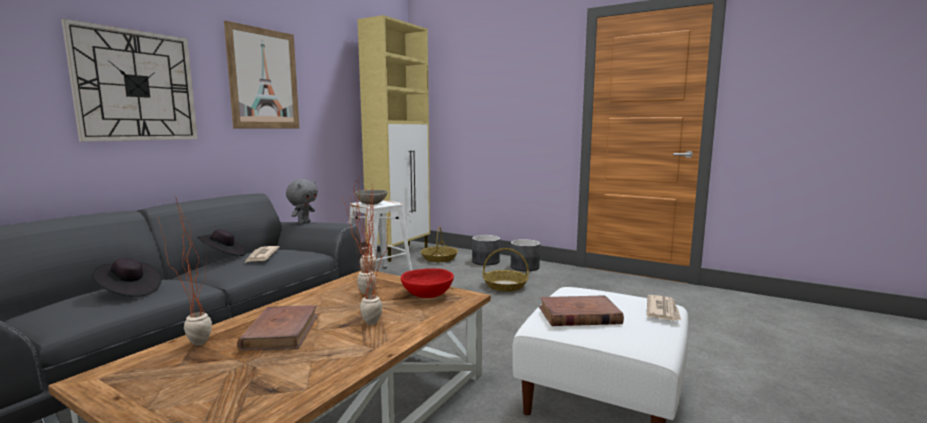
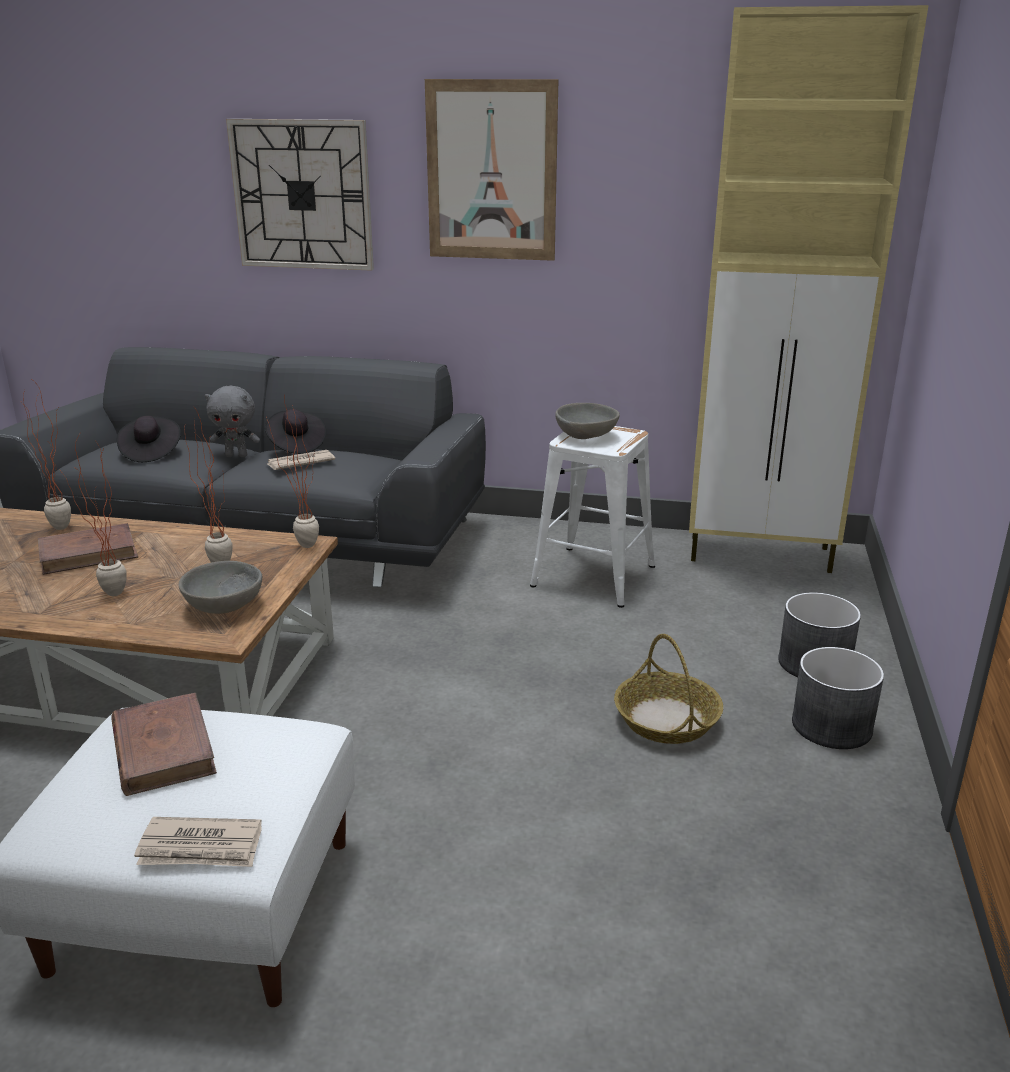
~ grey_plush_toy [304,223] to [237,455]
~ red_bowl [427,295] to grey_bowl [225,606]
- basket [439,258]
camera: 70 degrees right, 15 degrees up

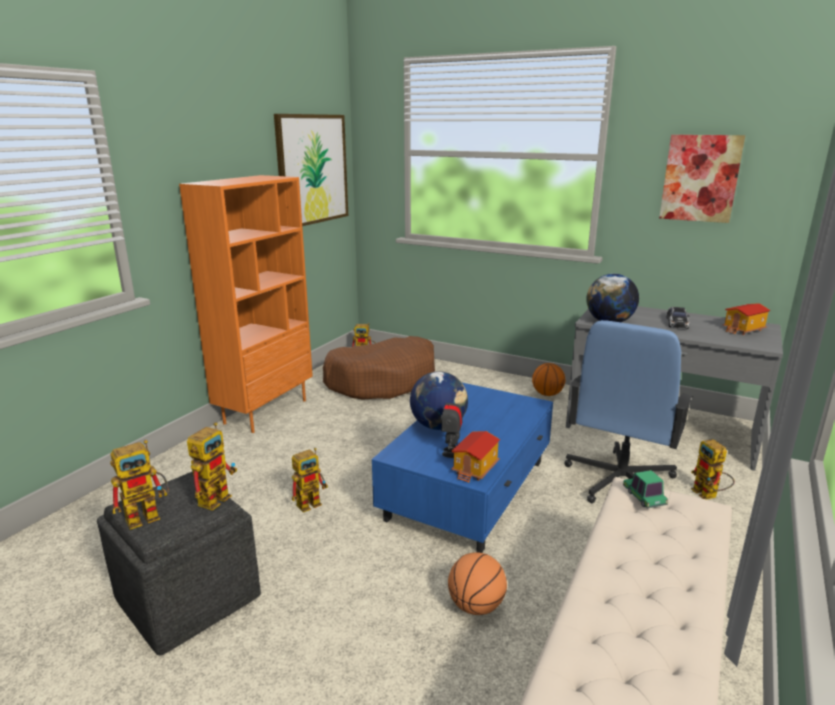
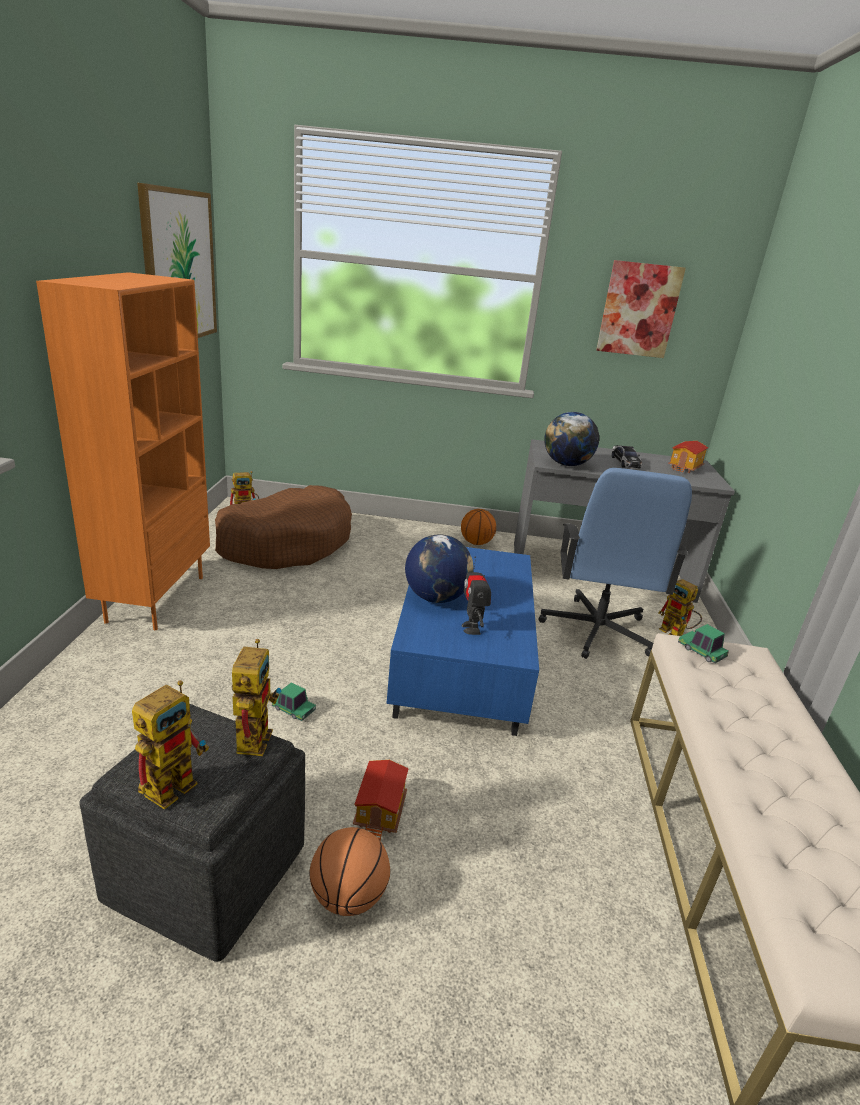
~ toy_robot [312,502] to toy_car [293,710]
~ basketball [476,606] to [348,897]
~ toy_house [476,469] to [381,812]
camera: 25 degrees left, 5 degrees up

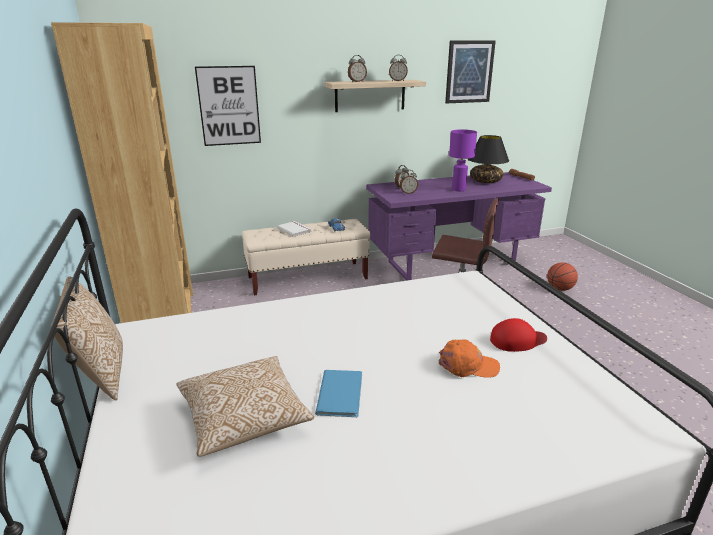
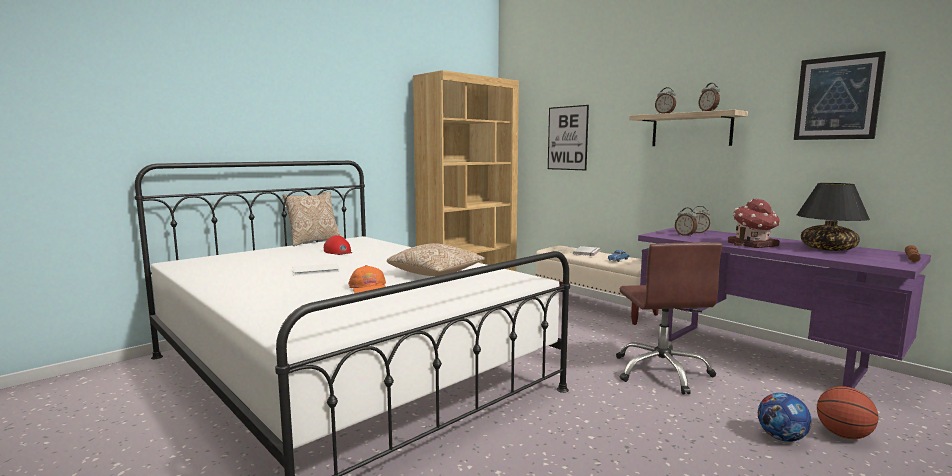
~ pillow [244,418] to [436,274]
~ blue_book [342,393] to white_book [317,270]
~ purple_table_lamp [459,189] to toy_house [753,244]
~ red_cap [517,340] to [338,251]
+ football [781,438]
camera: 65 degrees right, 15 degrees down

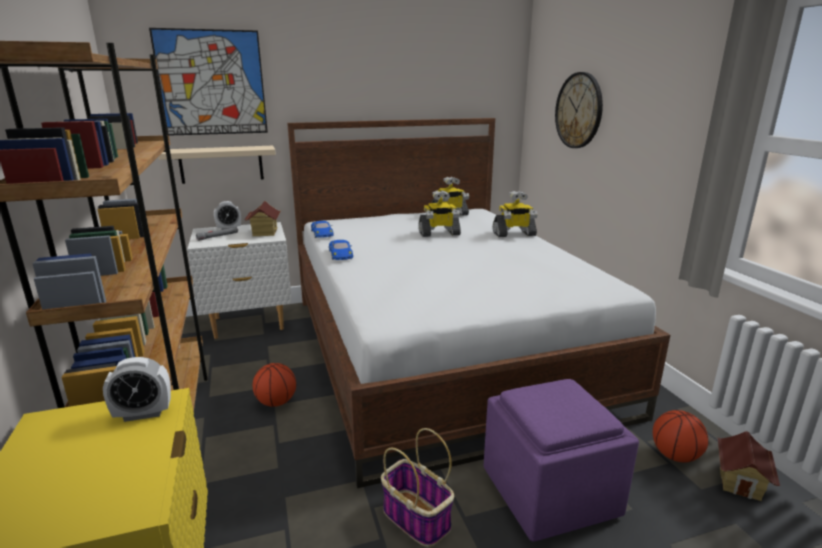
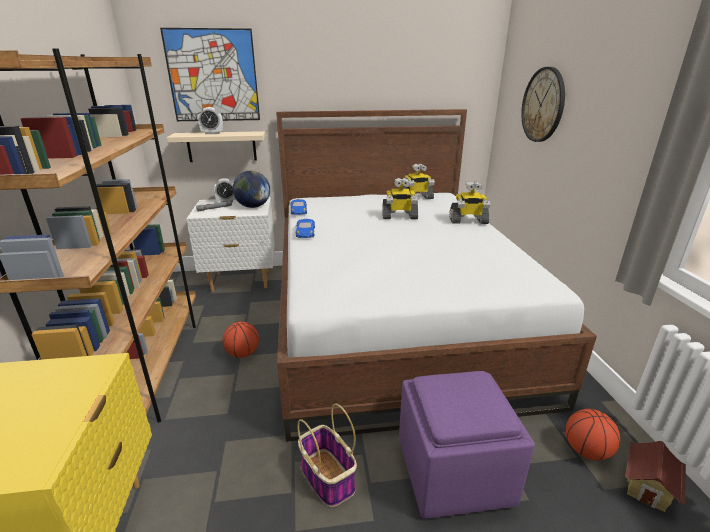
~ alarm_clock [143,414] to [212,133]
~ toy_house [264,232] to globe [253,206]
camera: 10 degrees right, 5 degrees up

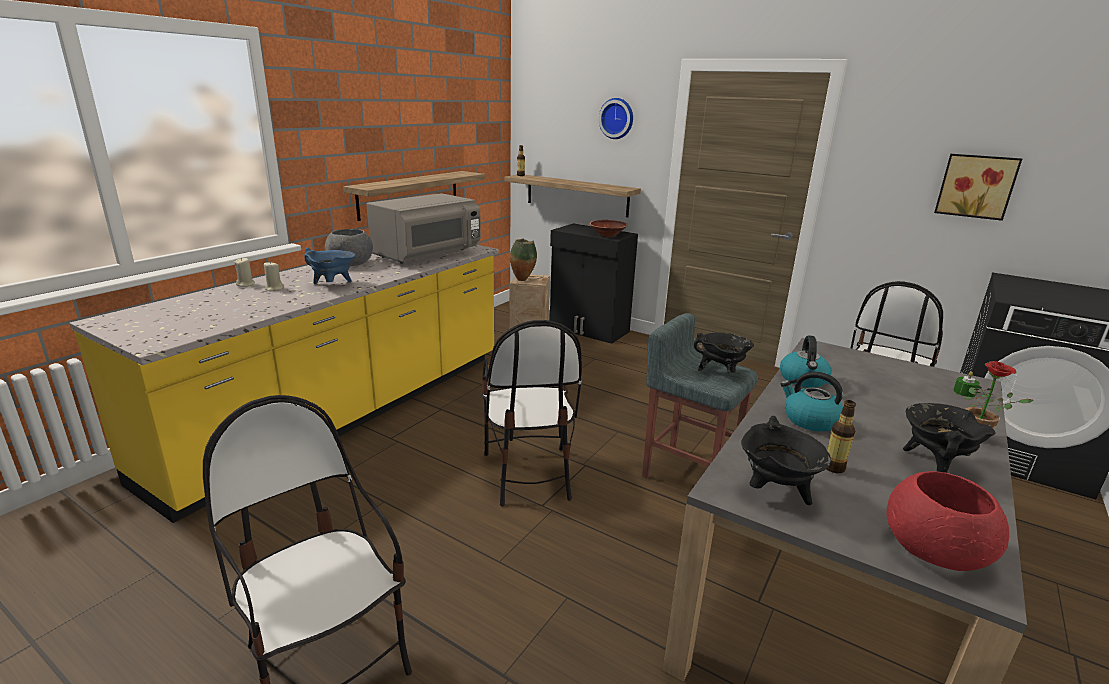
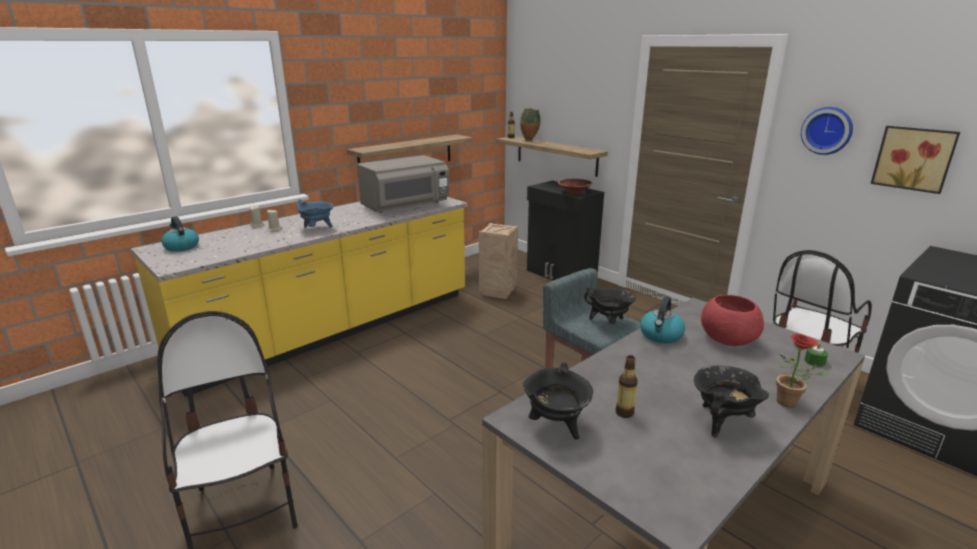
- grey_bowl [350,264]
- chair [528,474]
~ vase [523,280] to [529,140]
~ wall_clock [617,118] to [827,130]
~ kettle [809,420] to [181,247]
~ red_bowl [936,551] to [728,340]
camera: 15 degrees right, 0 degrees up

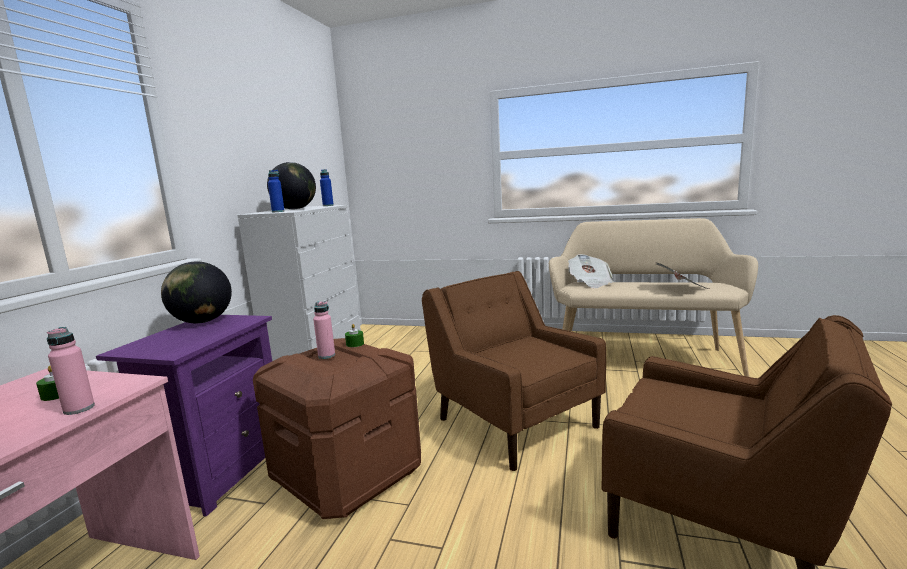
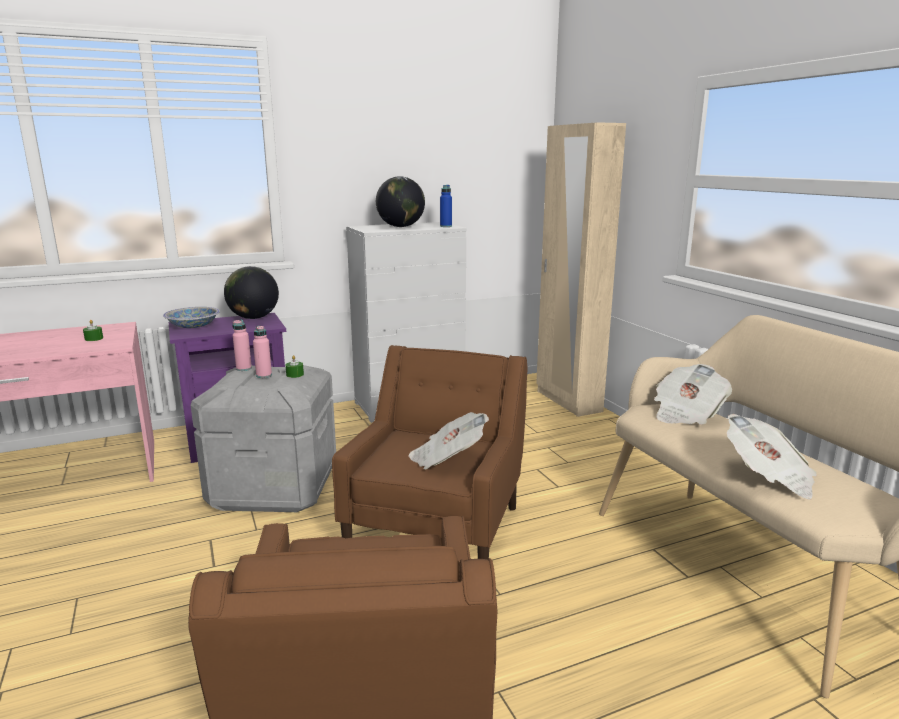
~ pink_bottle [79,409] to [244,368]
~ brown_storage_box [349,474] to grey_storage_box [275,488]
- blue_bottle [278,211]
+ bowl [193,326]
+ newspaper [447,459]
+ beige_wardrobe [568,401]
camera: 50 degrees right, 5 degrees up

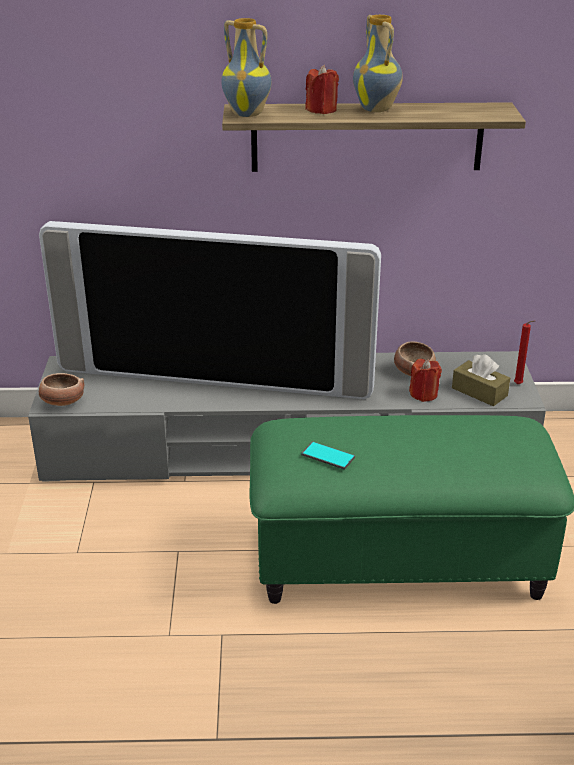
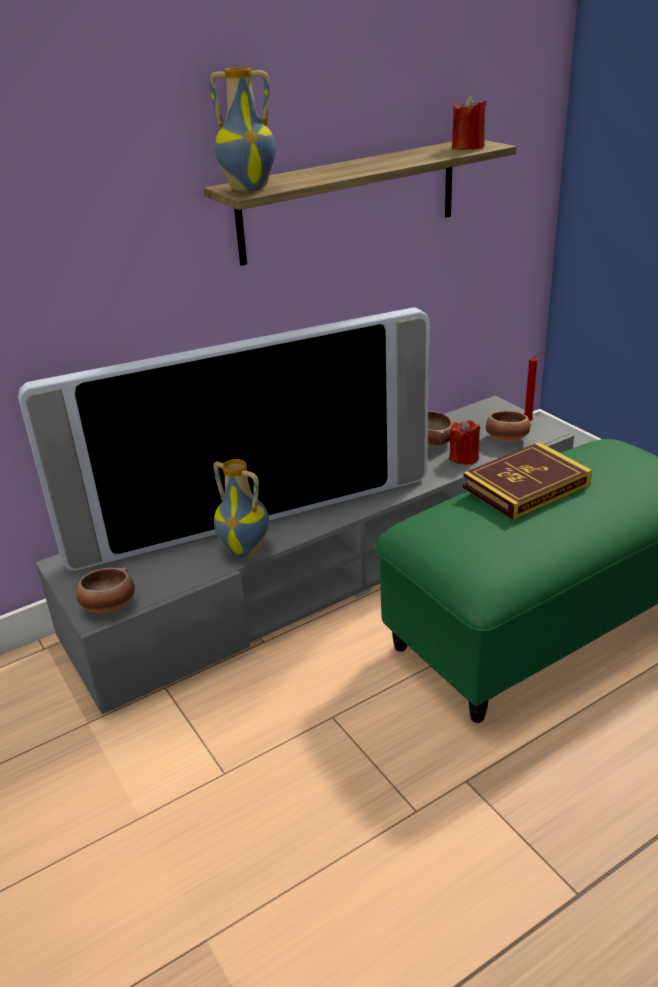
- phone [328,456]
~ red_candle [321,110] to [468,147]
~ vase [377,109] to [246,549]
~ brown_tissue_box [479,392] to bowl [506,439]
+ book [526,486]
camera: 30 degrees left, 0 degrees up

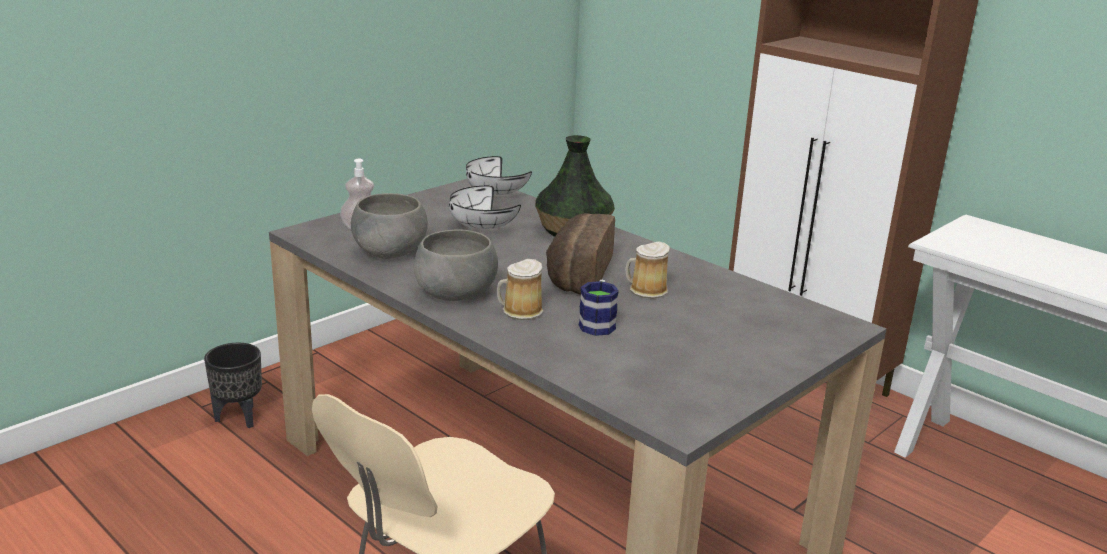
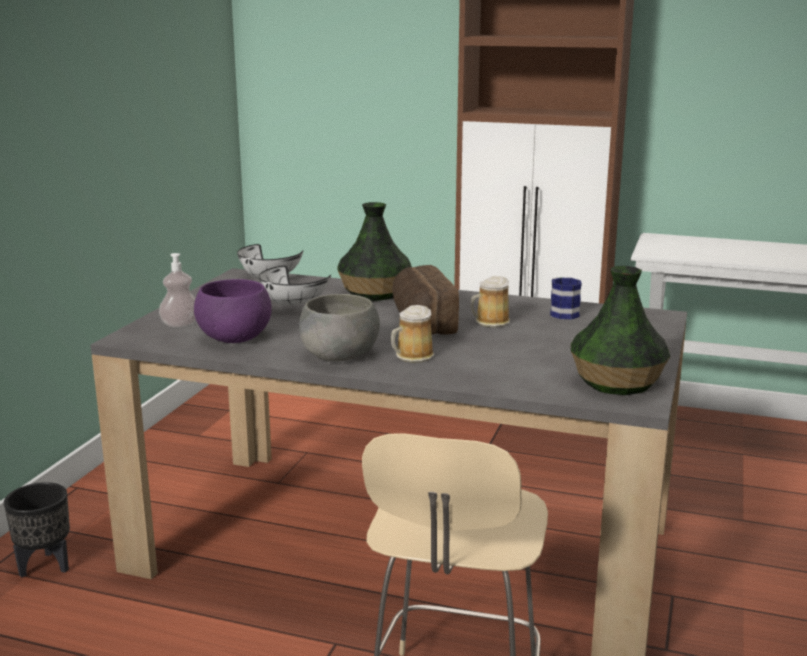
~ grey_bowl [389,251] to purple_bowl [233,337]
~ mug [598,323] to [561,312]
+ vase [616,383]
camera: 25 degrees left, 5 degrees down

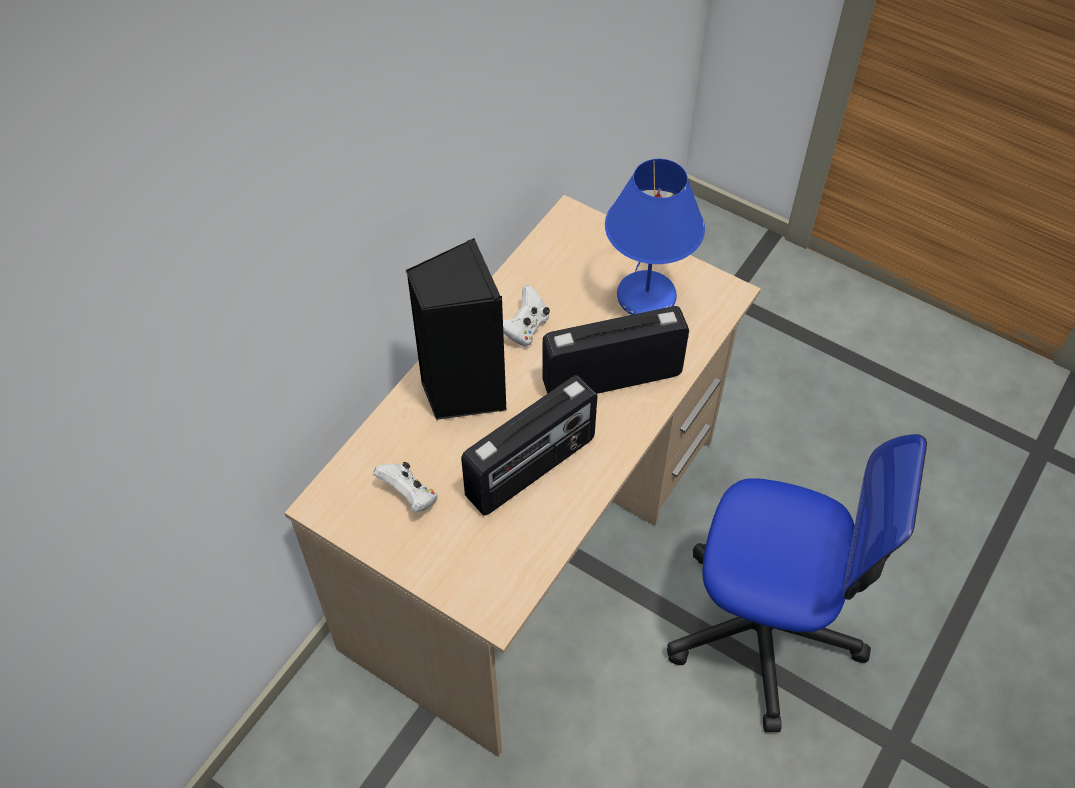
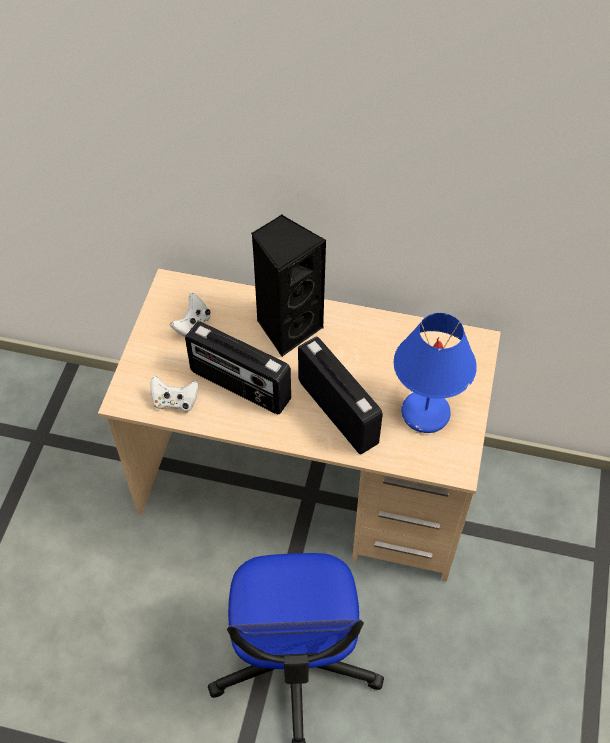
~ white_game_controller [525,328] to [175,401]
camera: 70 degrees right, 0 degrees up

